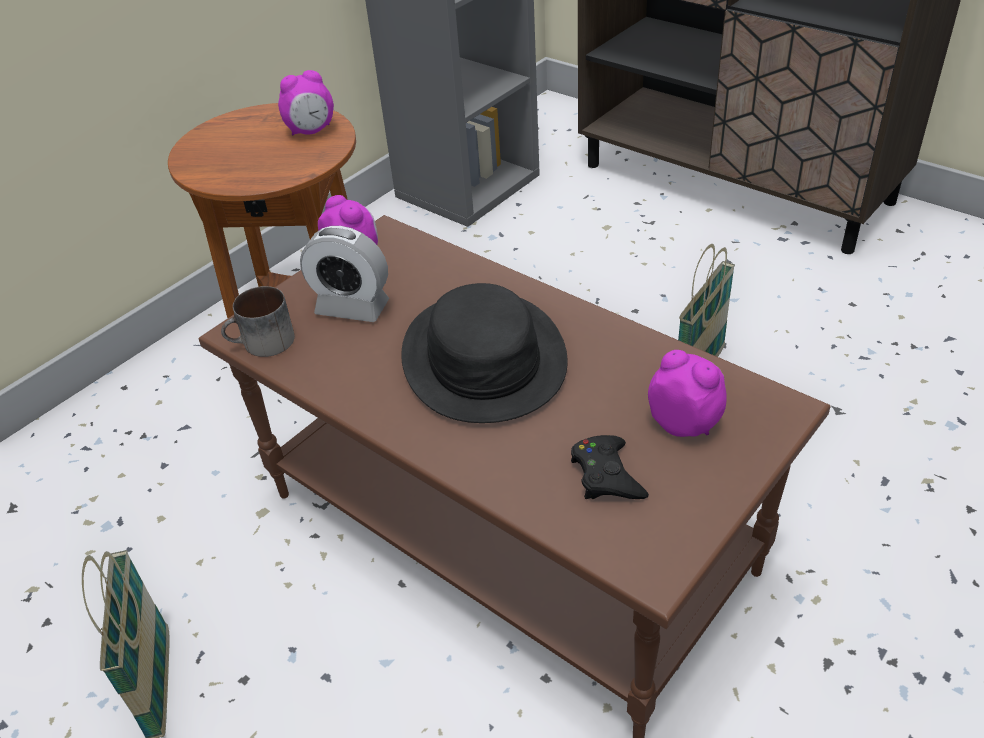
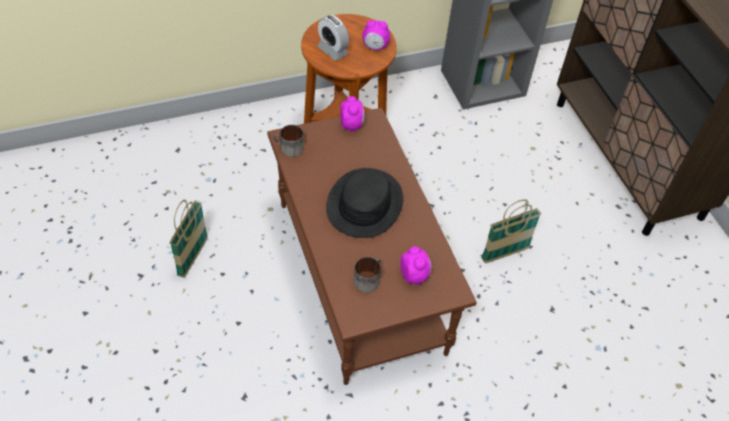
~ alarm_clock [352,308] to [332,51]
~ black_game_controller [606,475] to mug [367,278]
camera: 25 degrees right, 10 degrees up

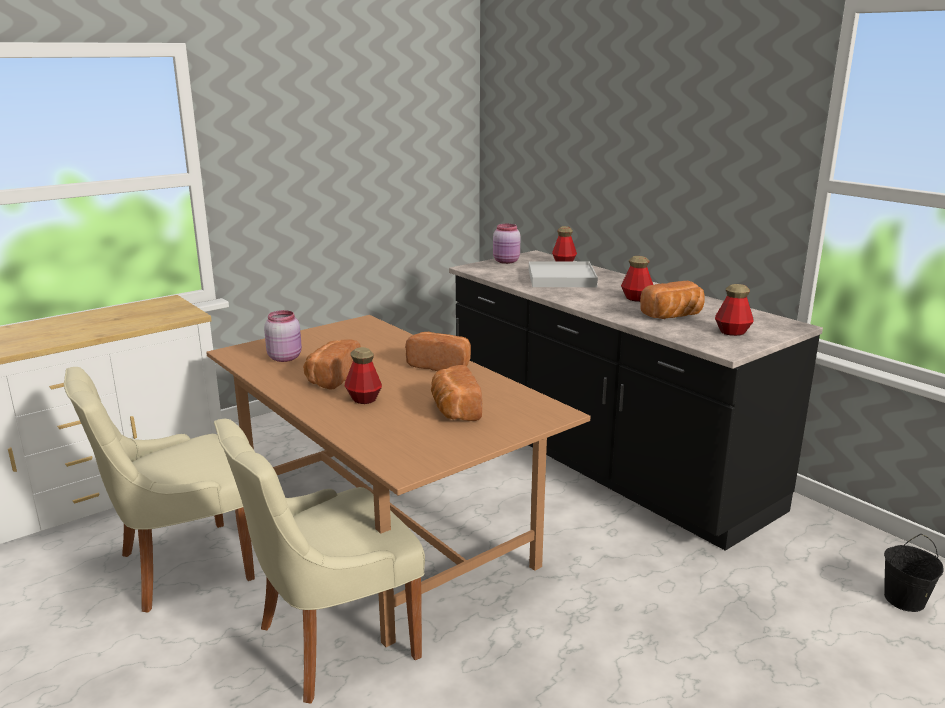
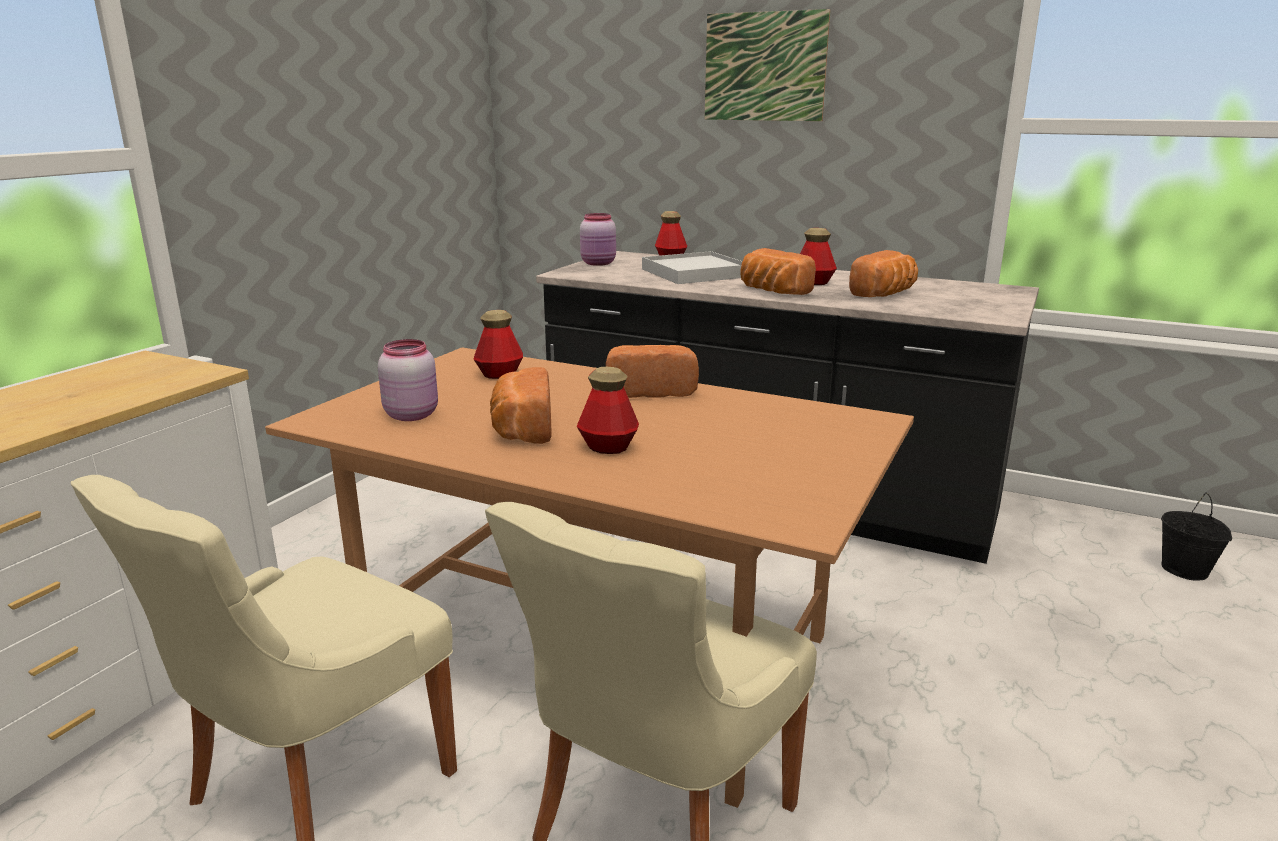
~ bread [454,410] to [772,291]
~ bottle [732,332] to [499,374]
+ picture [764,67]
camera: 25 degrees left, 0 degrees up

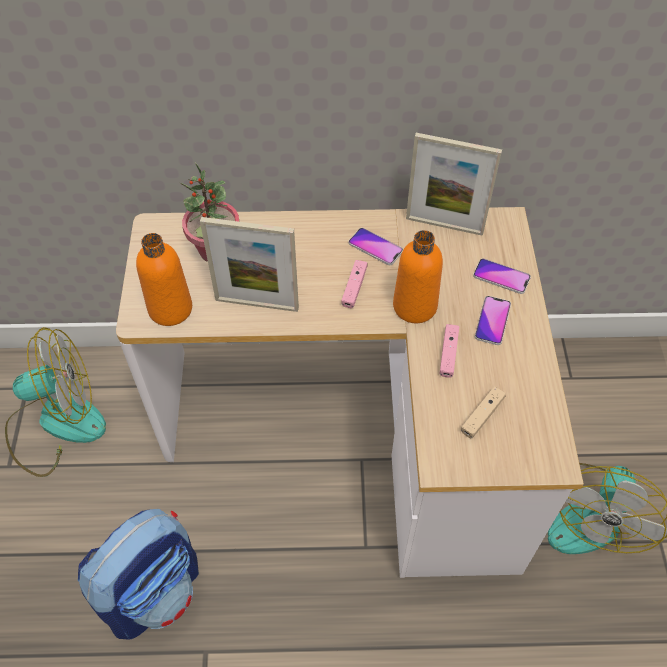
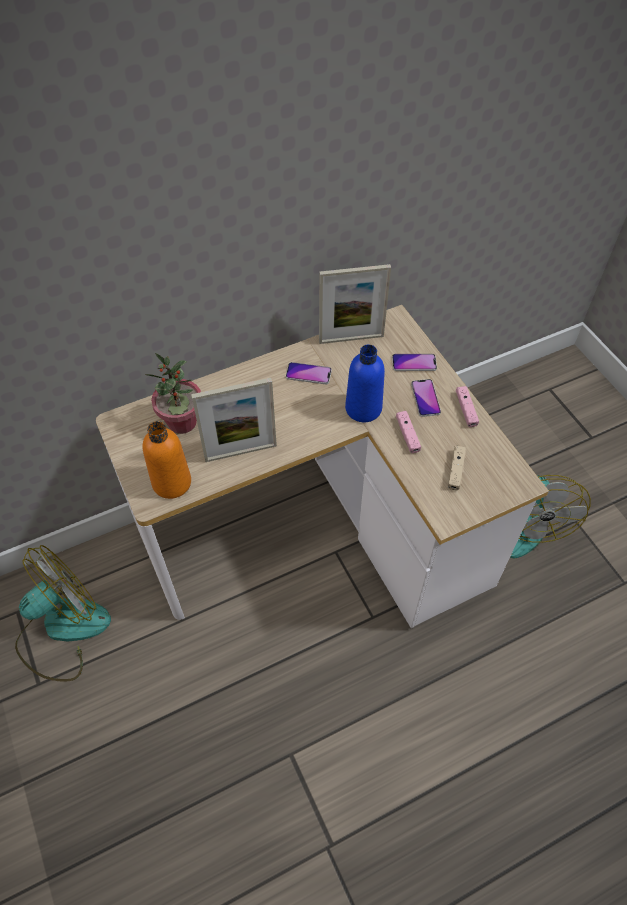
- backpack [154,591]
~ pink_game_controller [354,287] to [466,409]
~ orange_bottle [415,306] to blue_bottle [363,408]
camera: 25 degrees left, 0 degrees up

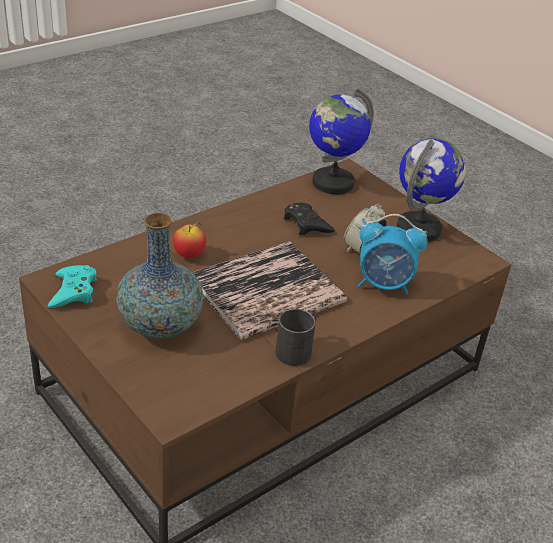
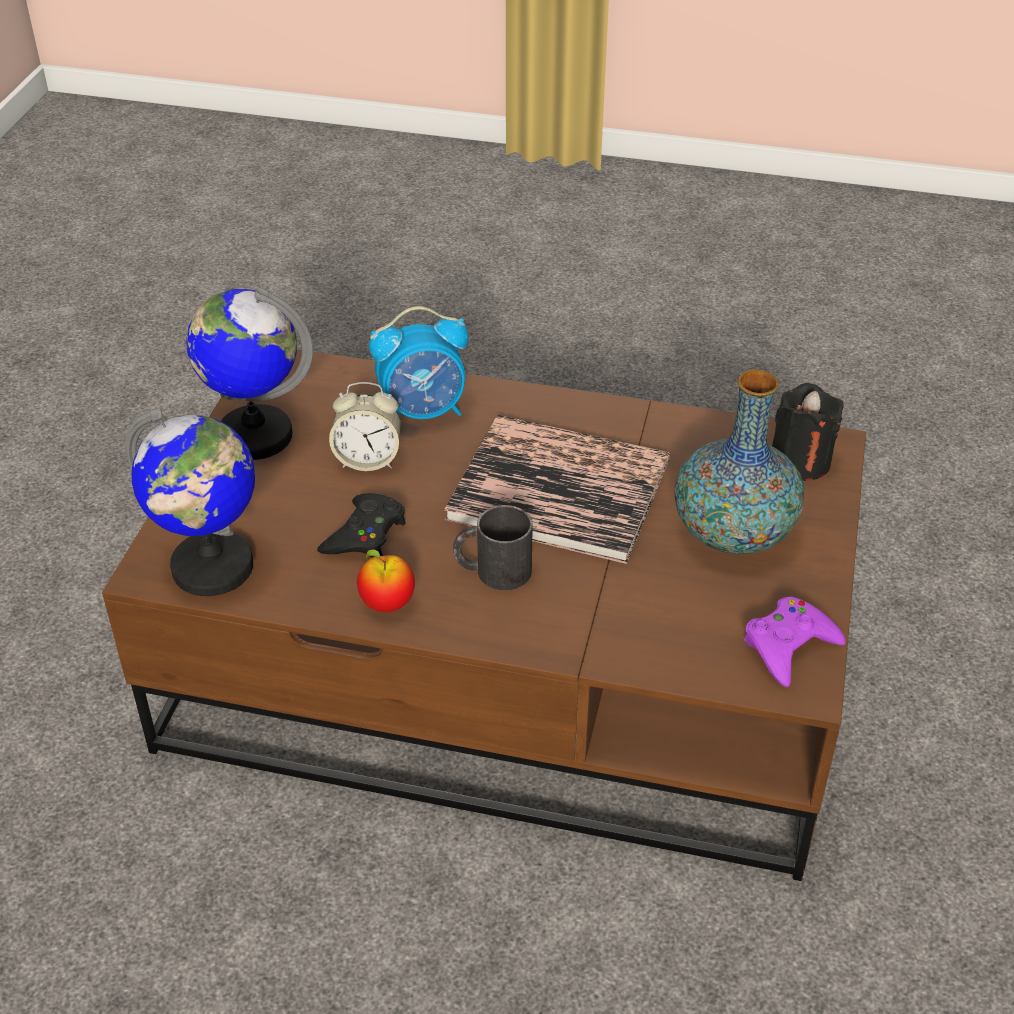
~ turquoise_game_controller [73,291] to purple_game_controller [789,646]
~ apple [189,255] to [387,603]
~ black_mug [298,349] to [492,571]
~ alarm_clock [384,285] = [423,411] 105 degrees clockwise
+ black_candle [800,461]
camera: 125 degrees left, 5 degrees up

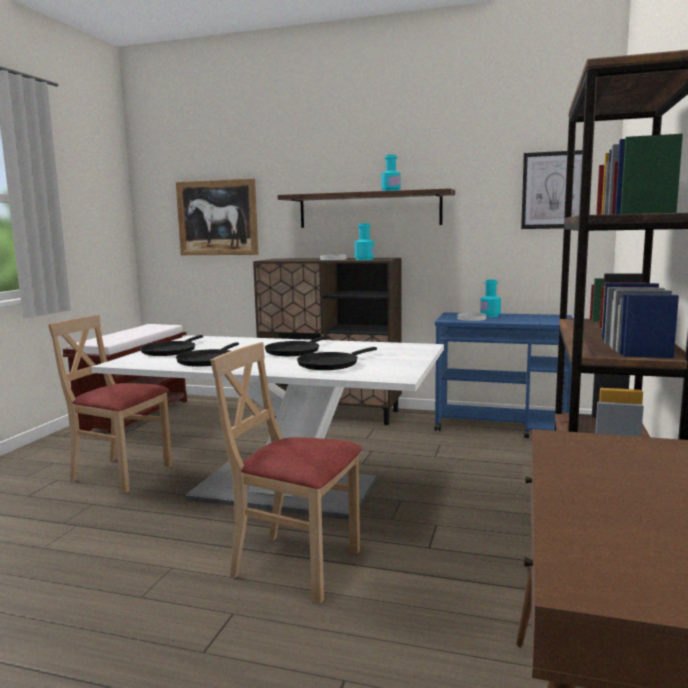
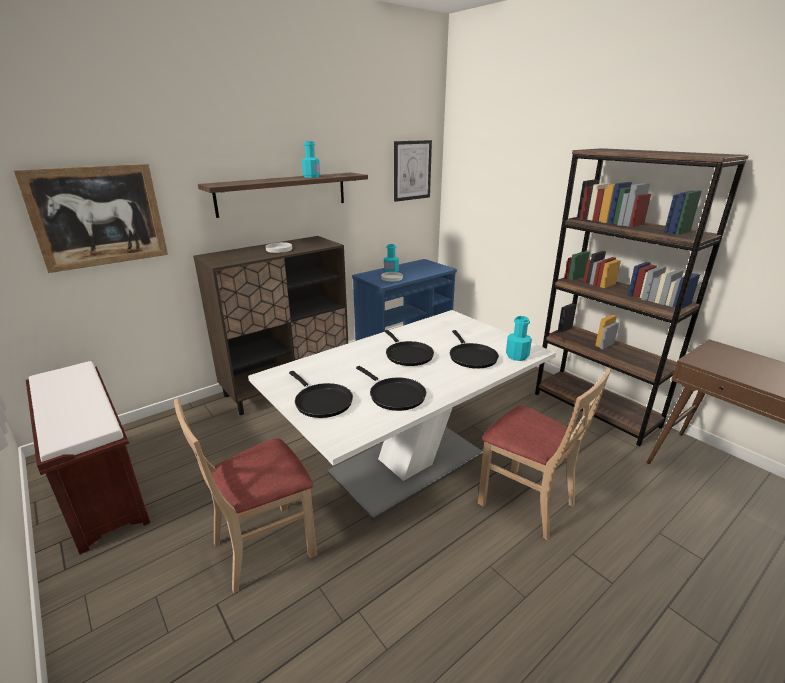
~ beige_chair [296,565] = [526,502] 105 degrees counterclockwise
~ turquoise_bottle [364,259] to [517,356]
camera: 55 degrees left, 15 degrees up

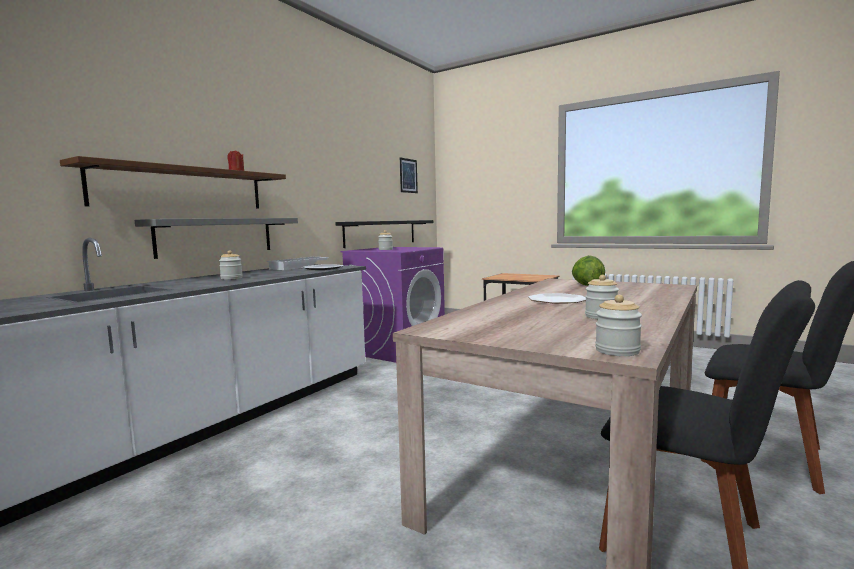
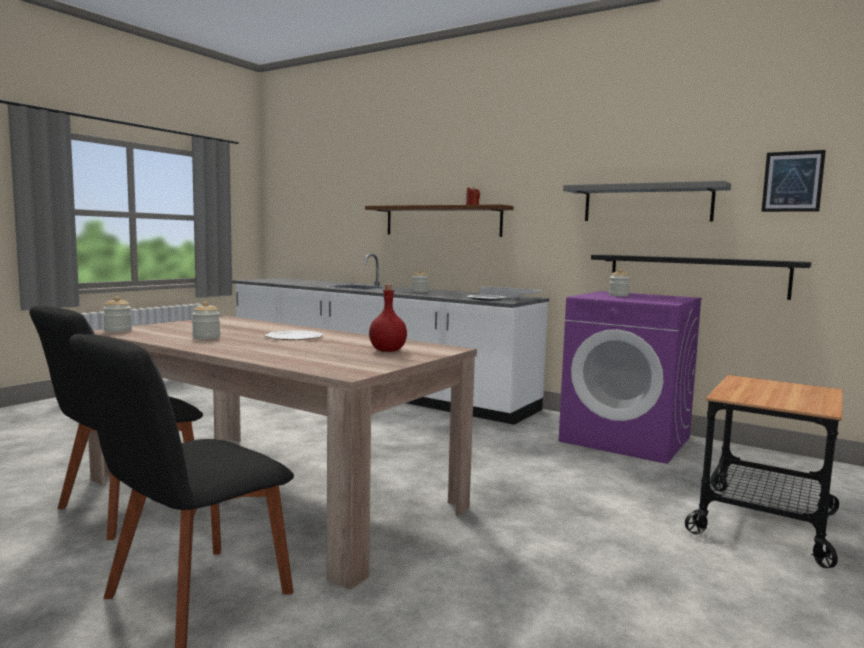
~ grey_shelf [216,236] to [647,203]
~ lettuce [586,285] to red_bottle [387,351]
camera: 90 degrees right, 0 degrees up

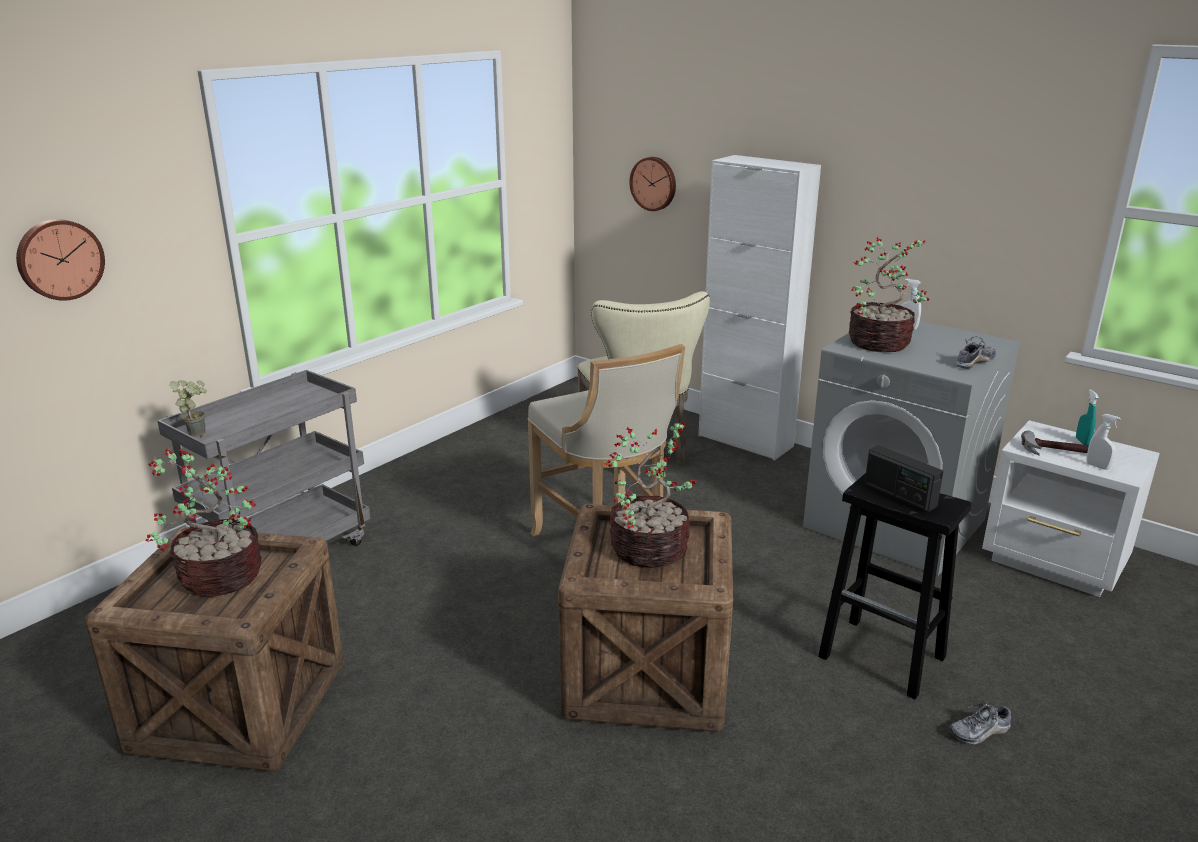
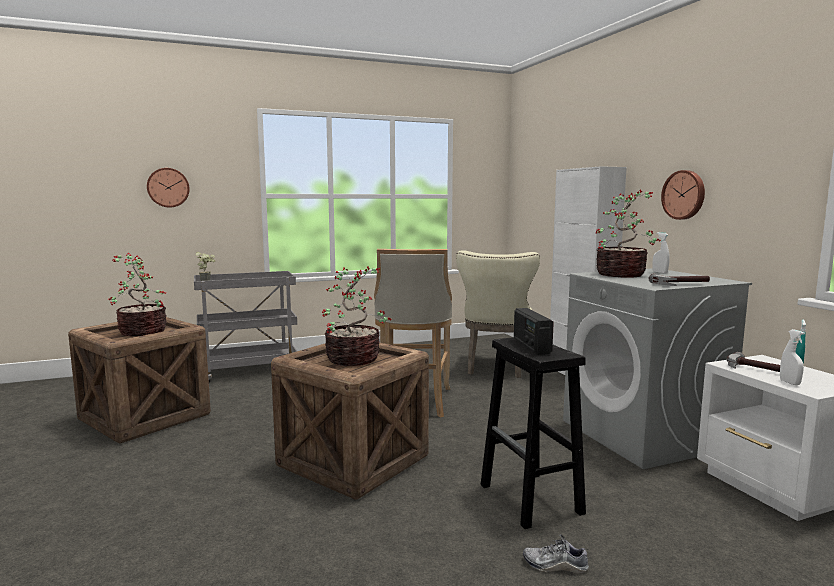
~ wall_clock [654,183] to [684,195]
~ shoe [974,362] to hammer [682,284]
camera: 30 degrees right, 15 degrees down

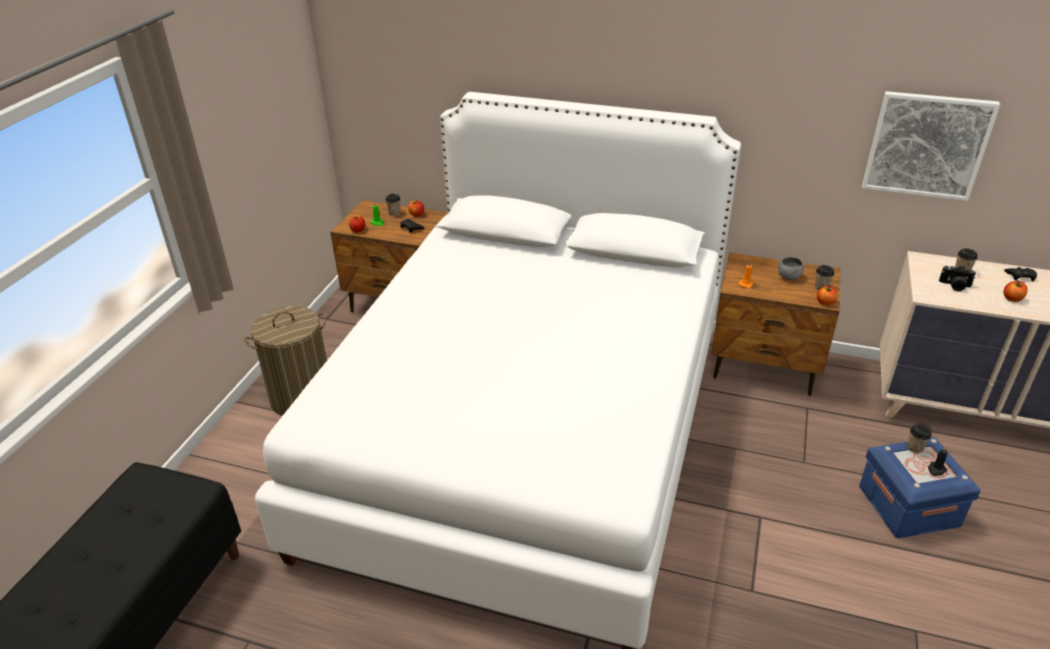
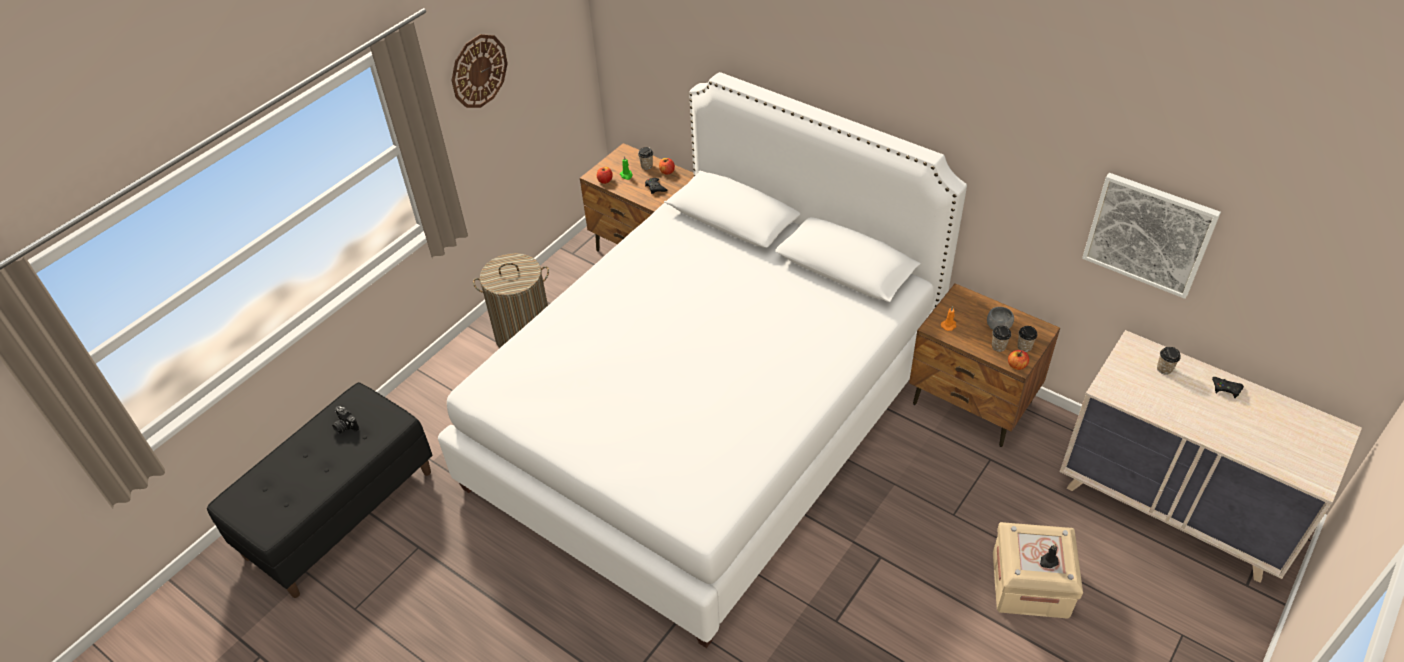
~ blue_storage_box [908,505] to beige_storage_box [1030,584]
~ cup [915,448] to [998,346]
~ photo_camera [954,286] to [345,426]
- apple [1012,299]
+ wall_clock [478,71]
camera: 20 degrees right, 10 degrees up

